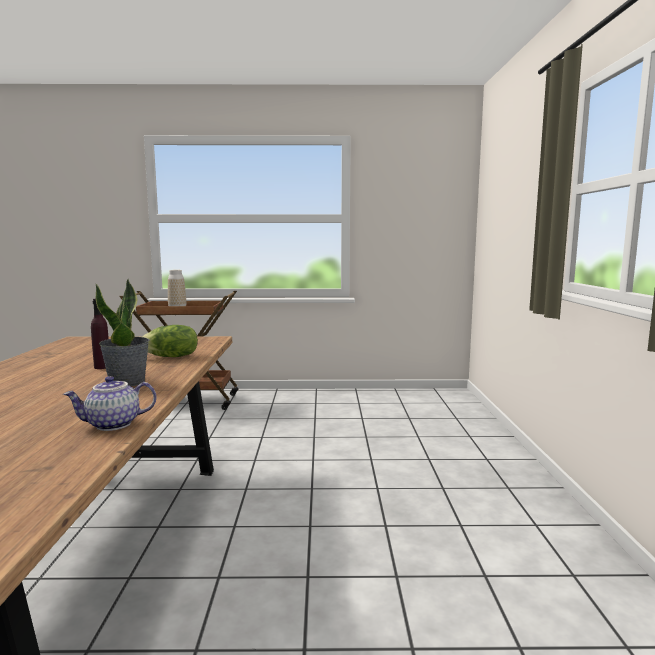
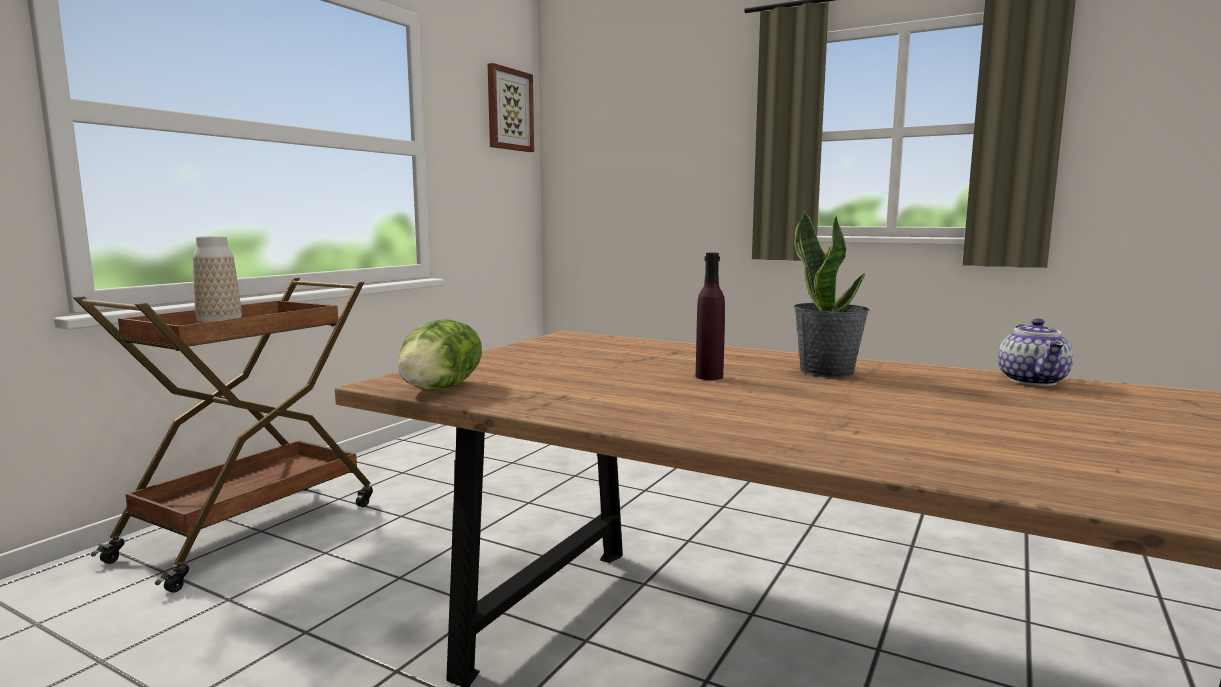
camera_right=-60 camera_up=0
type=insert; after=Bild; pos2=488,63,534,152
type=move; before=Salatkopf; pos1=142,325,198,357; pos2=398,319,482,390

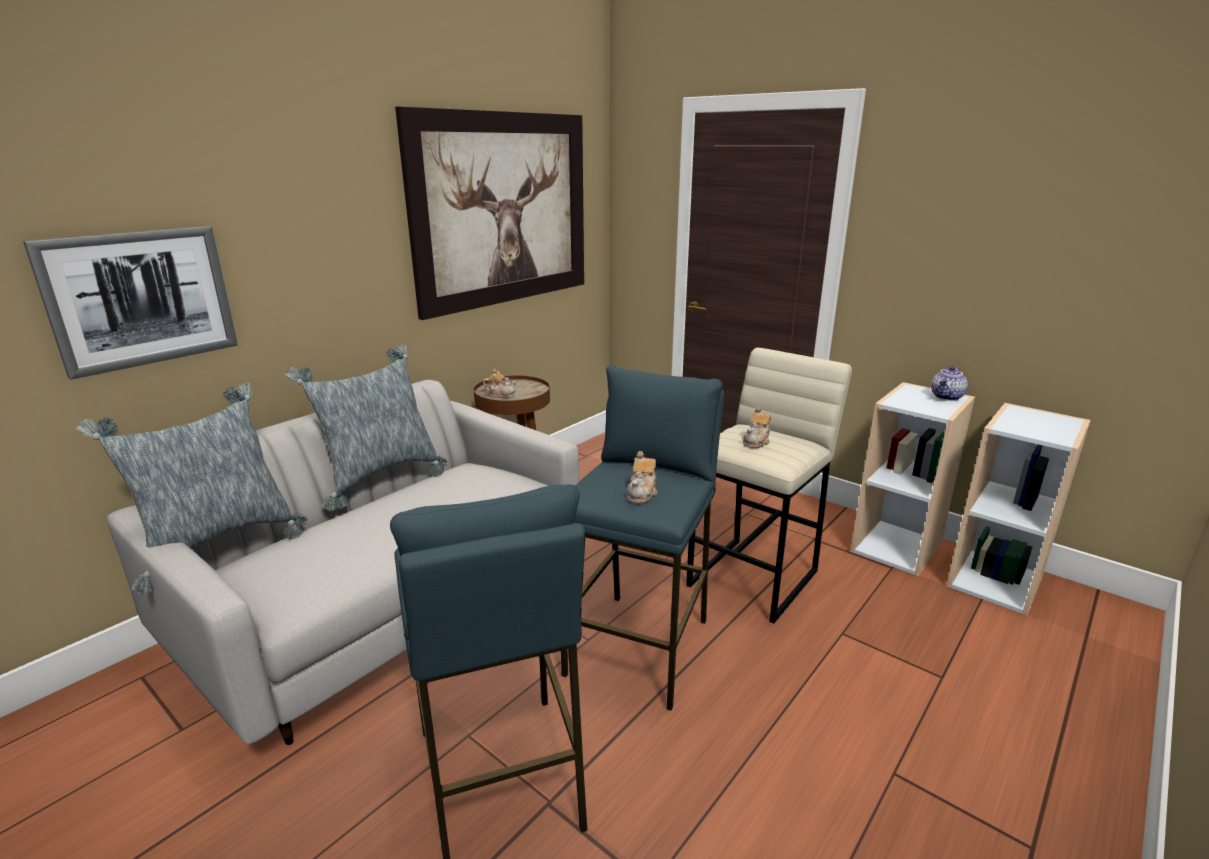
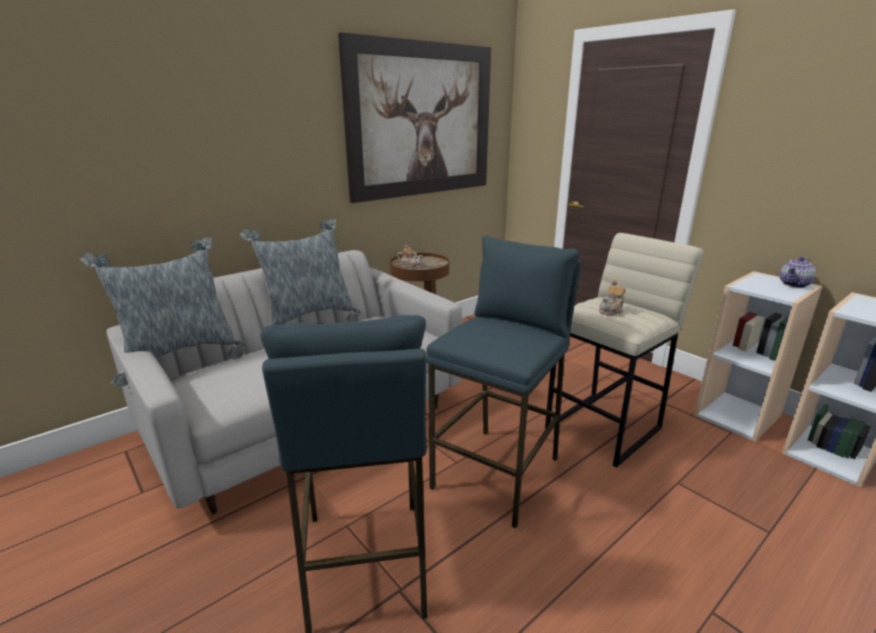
camera_right=10 camera_up=0
type=delete; before=Bild; pos1=23,226,238,380
type=delete; before=Teekanne; pos1=627,451,658,504

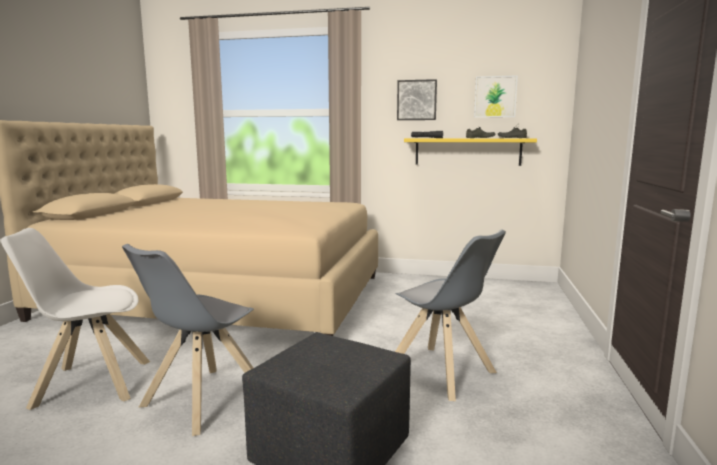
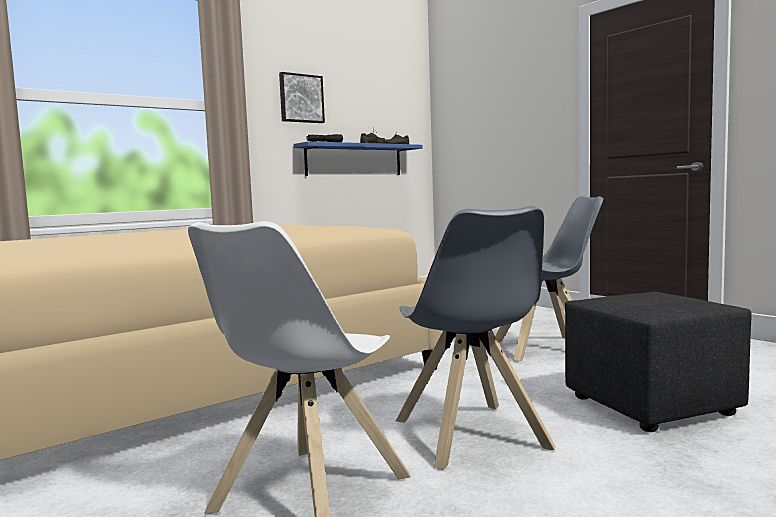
camera_right=-50 camera_up=-5
type=delete; before=Bild; pos1=474,75,518,118
type=recolor; before=Wandregal [gelb]; after=Wandregal [blau]; pos1=404,138,537,166; pos2=293,141,423,176

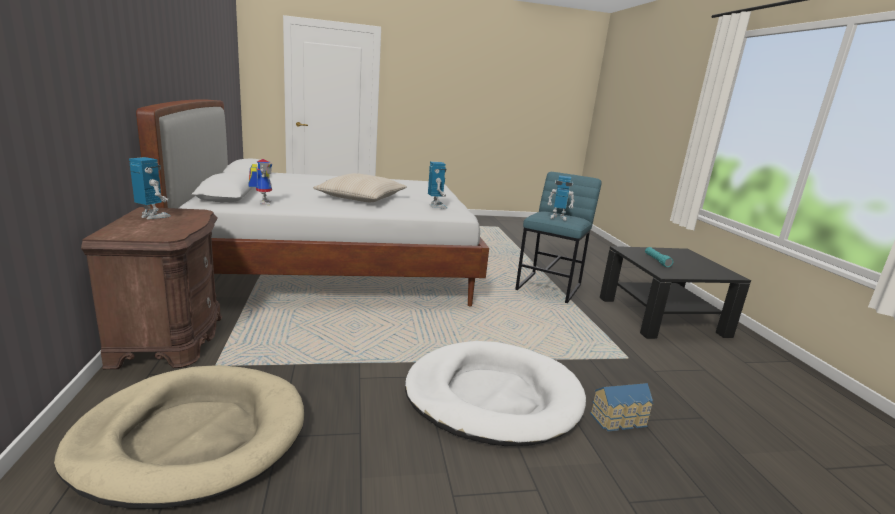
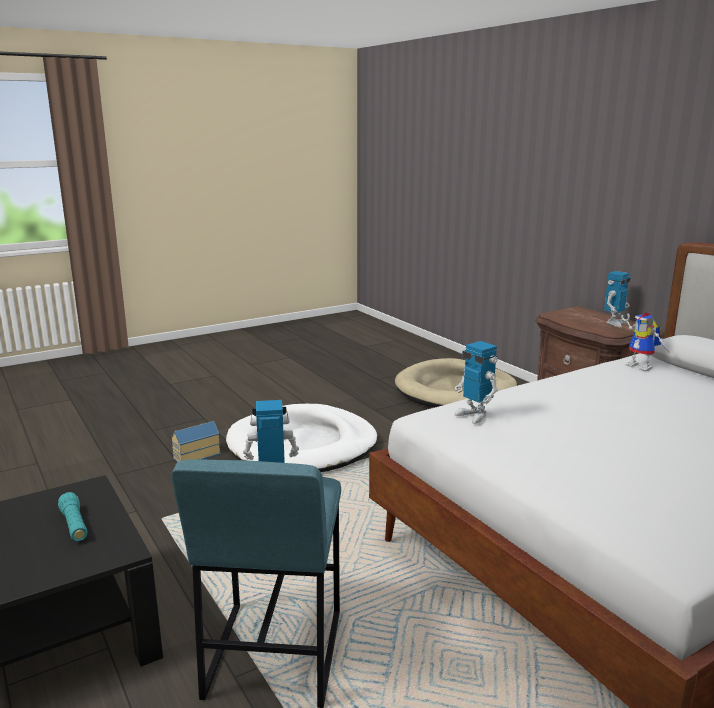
camera_right=160 camera_up=0
type=delete; before=Kissen [beige]; pos1=313,173,407,202
type=rotate; before=Spielzeugroboter; pos1=129,157,171,219; pos2=604,271,630,327; turn=-45

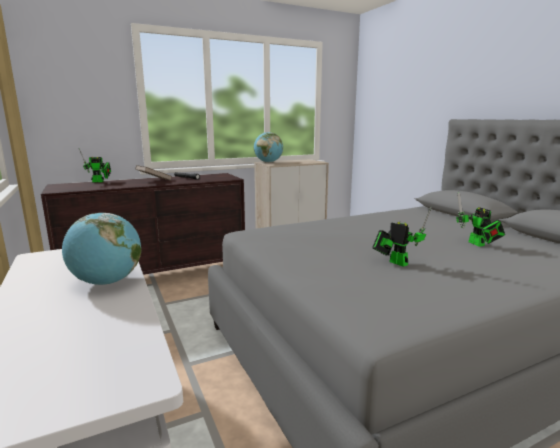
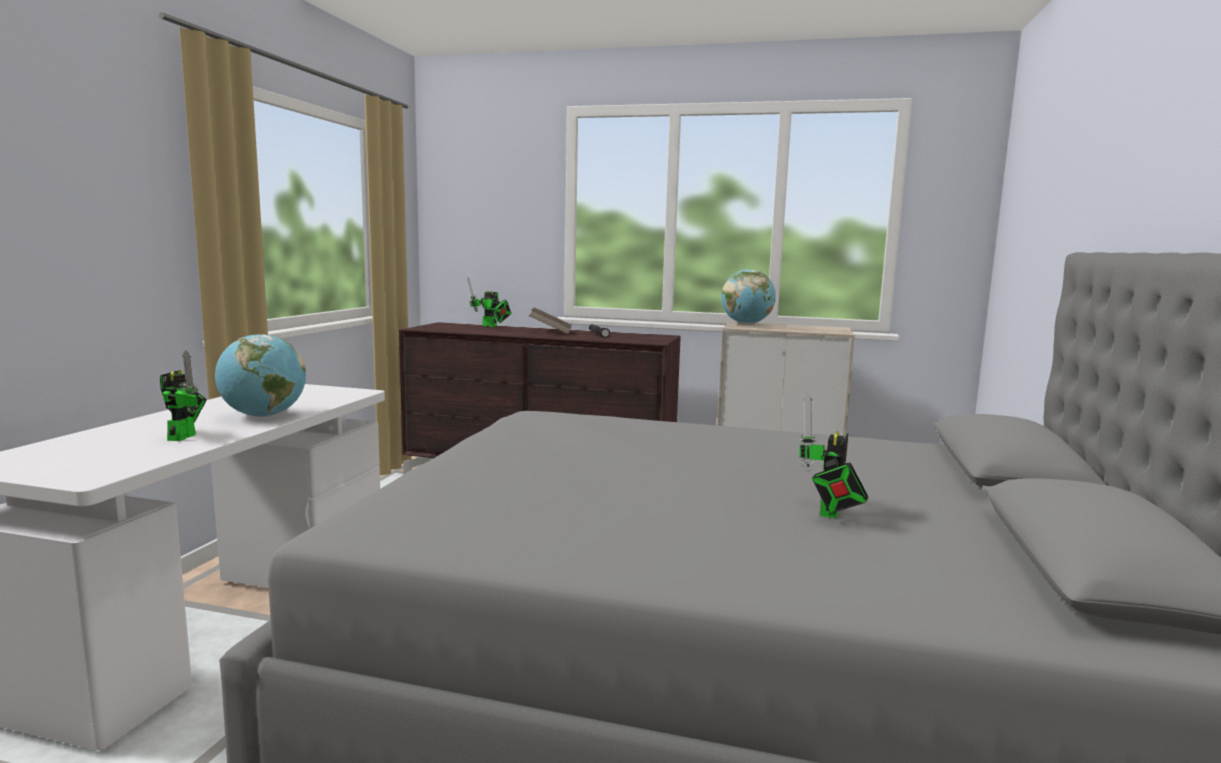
camera_right=40 camera_up=-5
type=move; before=Spielzeugroboter; pos1=372,207,432,267; pos2=160,350,207,441

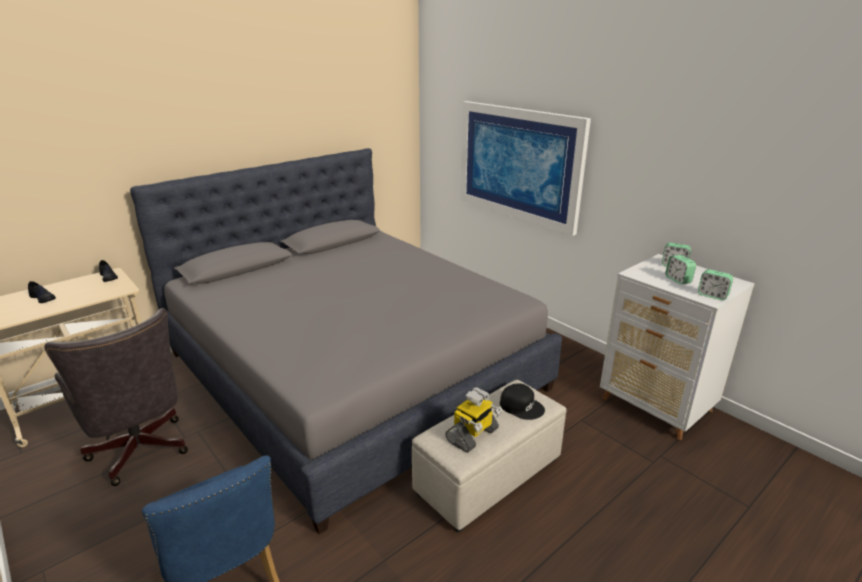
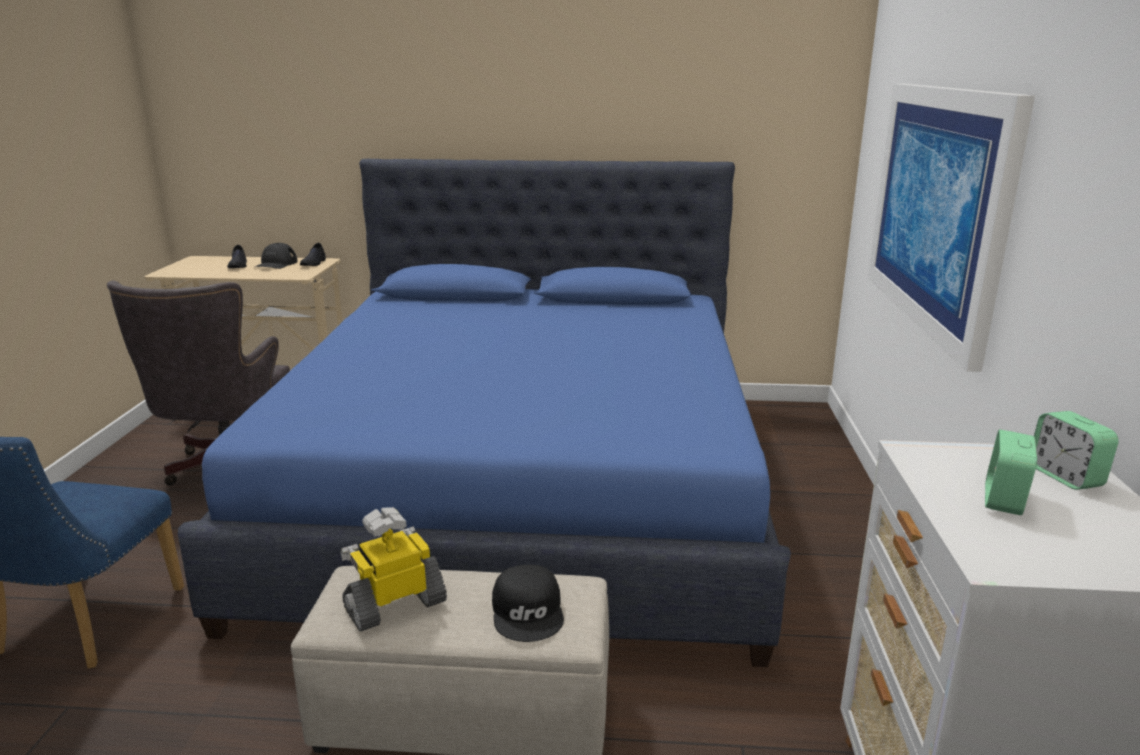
camera_right=45 camera_up=-5
type=delete; before=Wecker; pos1=698,269,733,300
type=insert; after=Kappe [schwarz]; pos2=255,243,298,269
type=recolor; before=Bett [grau]; after=Bett [blau]; pos1=130,148,562,534; pos2=178,159,791,667
type=rotate; before=Spielzeugroboter; pos1=445,387,503,453; pos2=341,507,447,632; turn=150

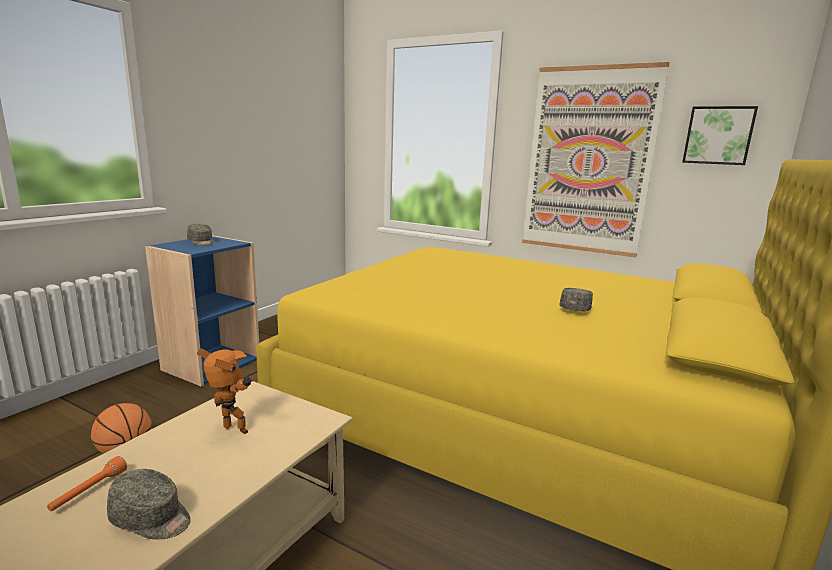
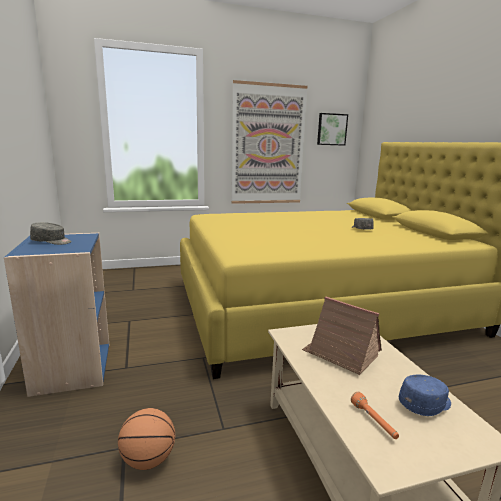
camera_right=-45 camera_up=0
type=replace; before=Spielzeugroboter; after=Spielzeughaus; pos1=197,348,253,434; pos2=302,297,382,375
type=recolor; before=Kappe [grau]; after=Kappe [blau]; pos1=107,469,191,540; pos2=399,375,451,416

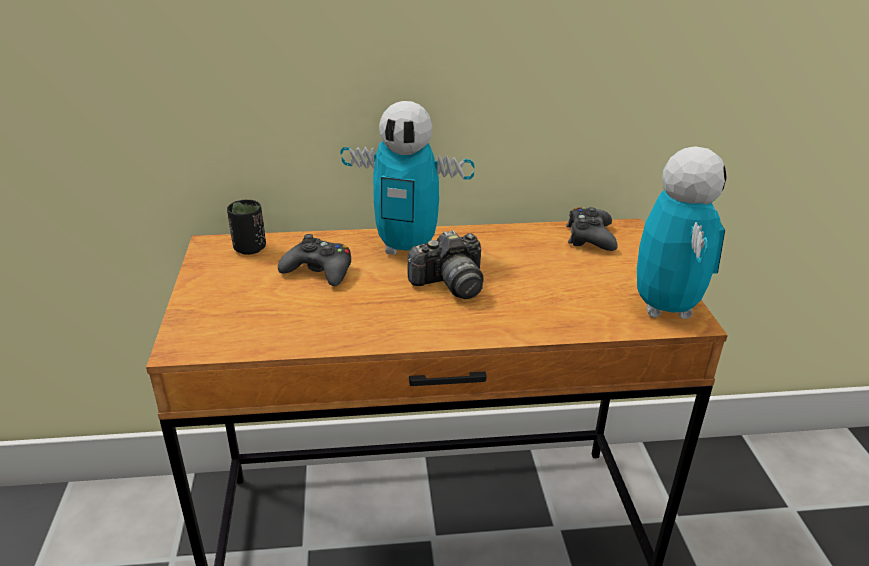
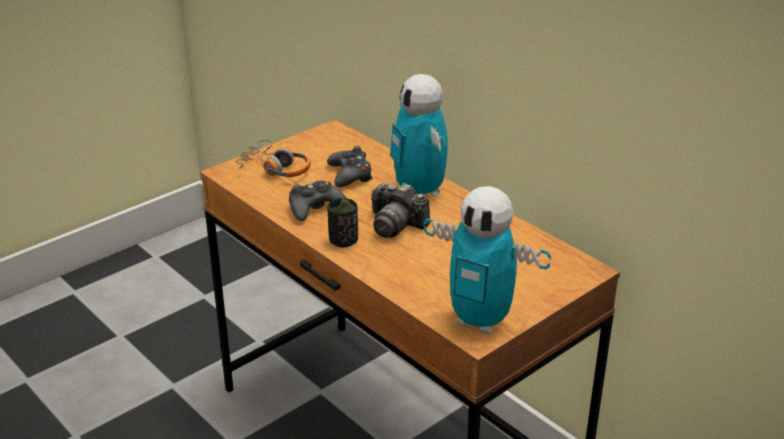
camera_right=55 camera_up=0
type=insert; after=Kopfhörer; pos2=236,140,311,177
type=move; before=Tasse [schwarz]; pos1=227,200,266,255; pos2=327,198,358,247
type=move; before=Gamepad [schwarz]; pos1=566,207,618,251; pos2=289,180,346,221
type=rotate; before=Spielzeugroboter; pos1=637,146,727,319; pos2=423,186,551,335; turn=60

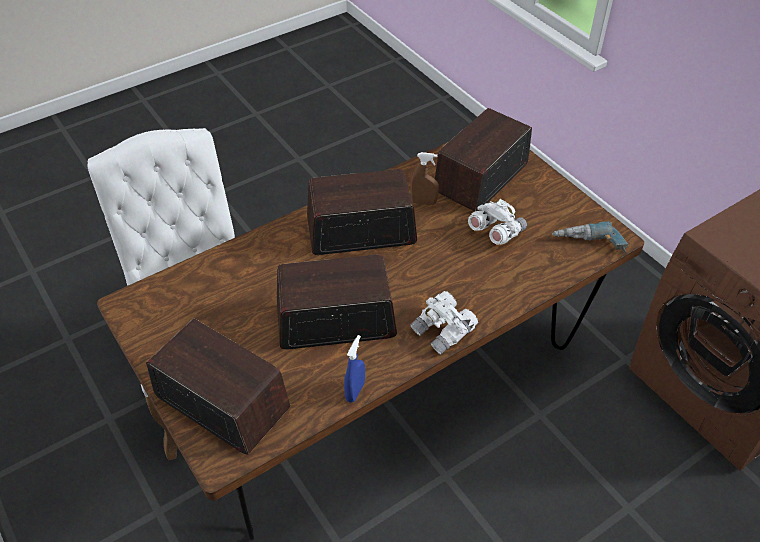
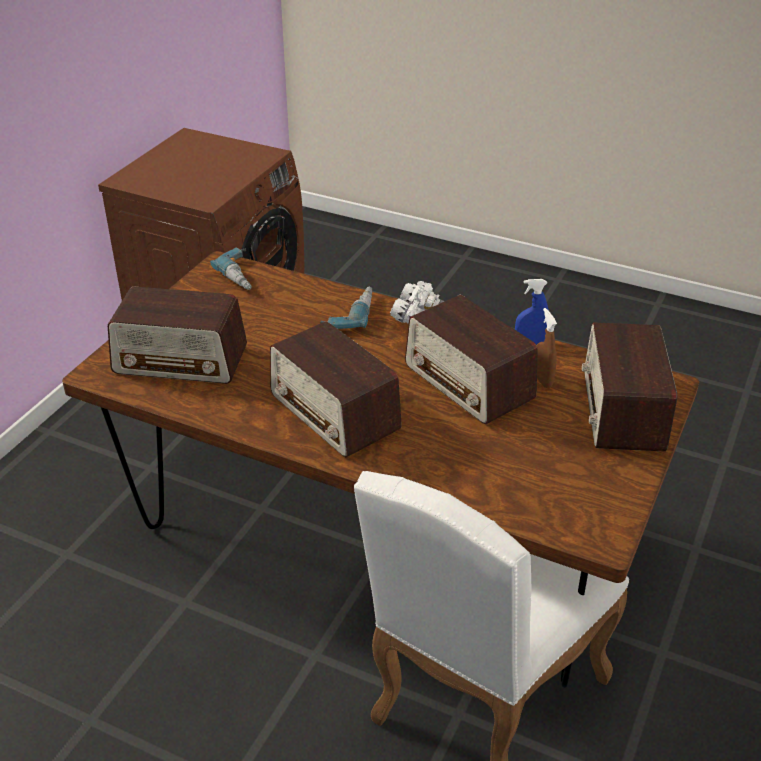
camera_right=-120 camera_up=-10
type=delete; before=Fernglas [weiß]; pos1=468,199,527,245
type=insert; after=Bohrmaschine; pos2=320,287,372,329
type=move; before=Sprühflasche [braun]; pos1=410,152,439,205; pos2=536,308,557,388

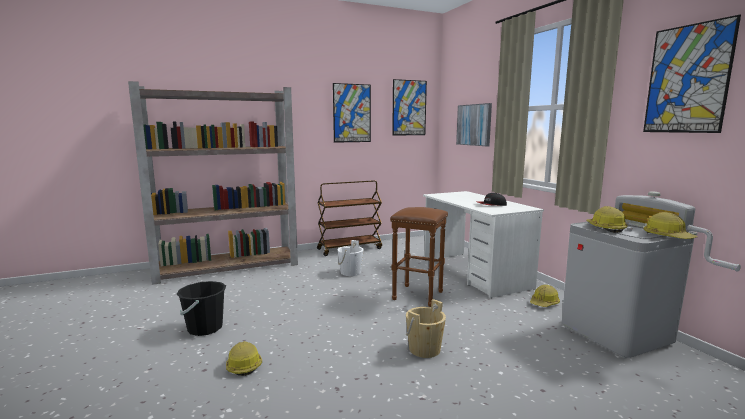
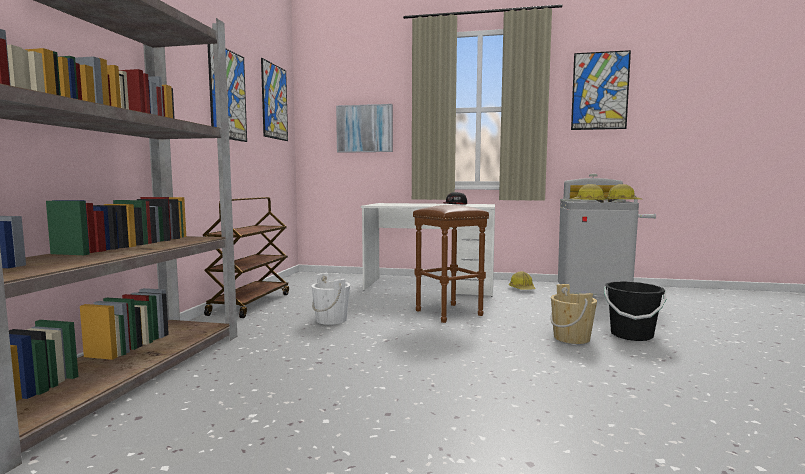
camera_right=-55 camera_up=-5
type=delete; before=Schutzhelm; pos1=226,341,262,376
type=move; before=Eimer [schwarz]; pos1=177,281,226,336; pos2=604,281,667,341

